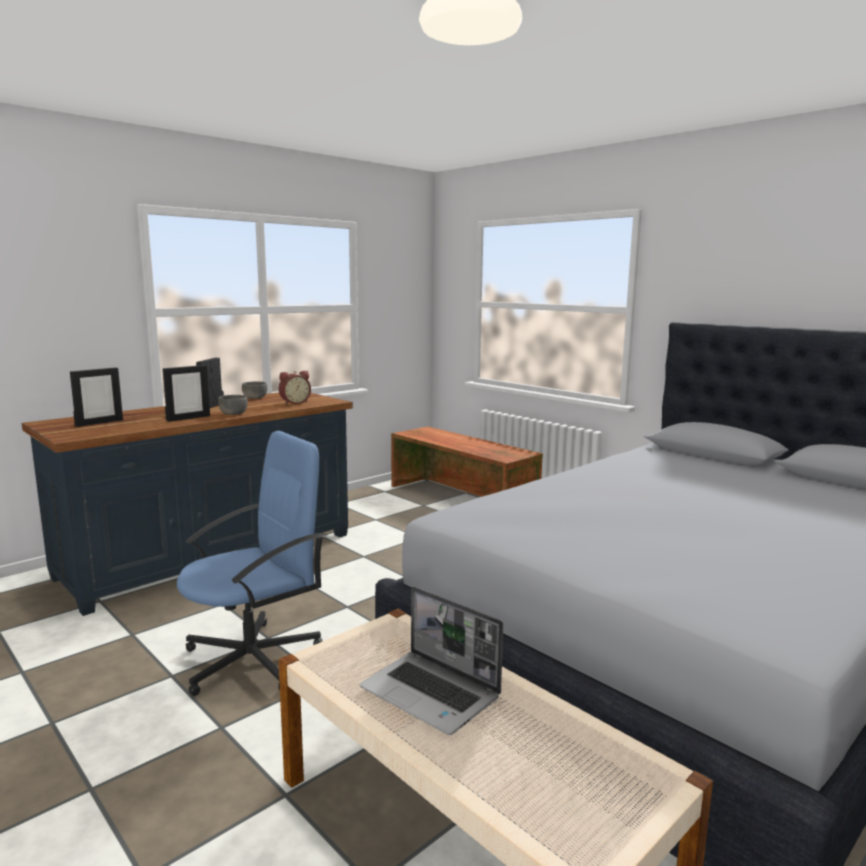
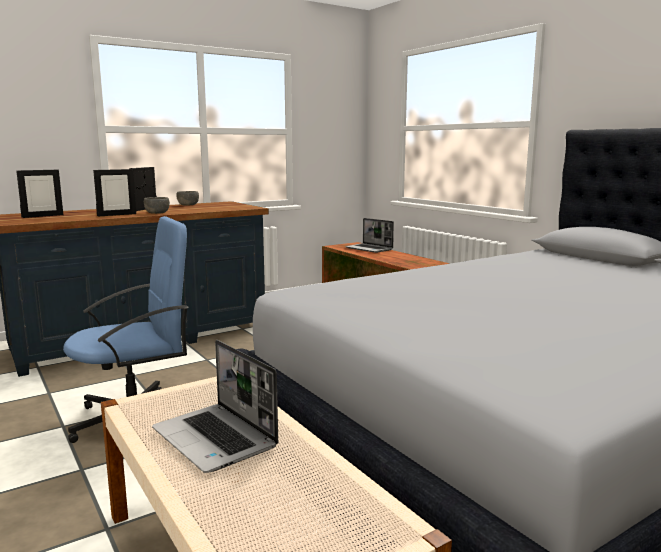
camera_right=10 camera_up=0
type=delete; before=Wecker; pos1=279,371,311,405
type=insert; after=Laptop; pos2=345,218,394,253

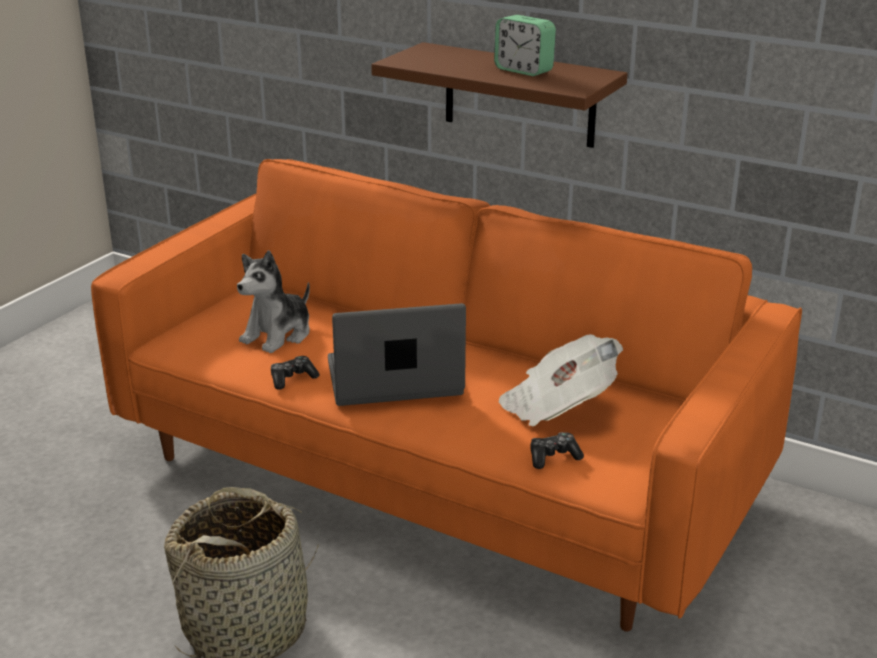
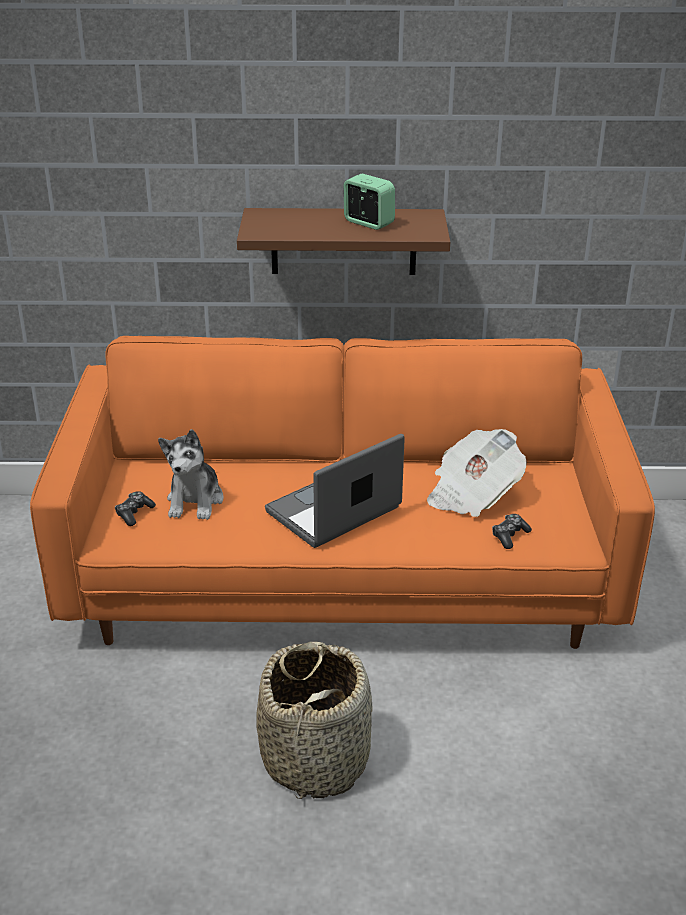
camera_right=-30 camera_up=5
type=move; before=Gamepad; pos1=271,356,320,390; pos2=115,491,156,526
type=rotate; before=Wecker; pos1=494,15,556,76; pos2=344,174,395,230; turn=-150

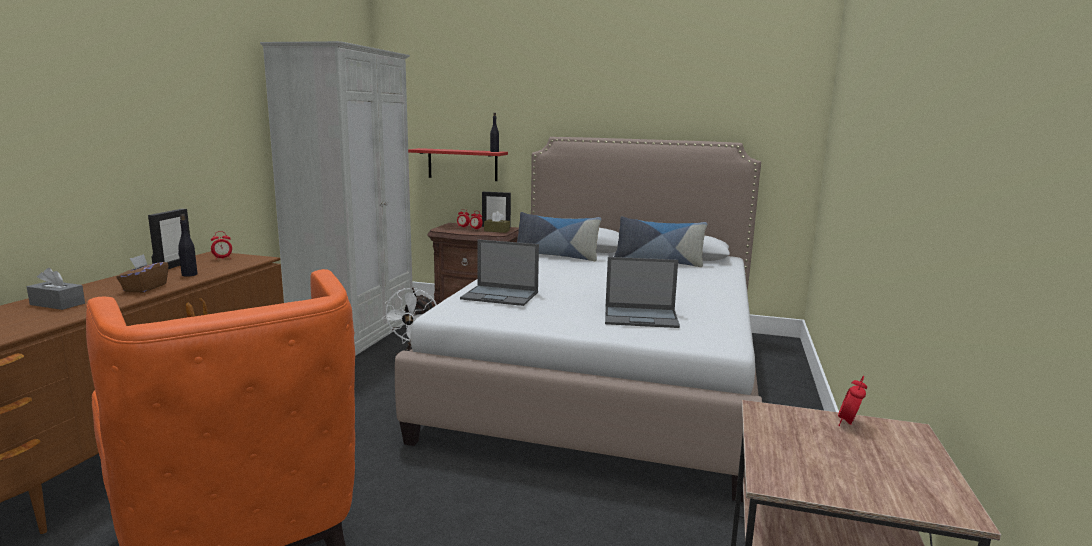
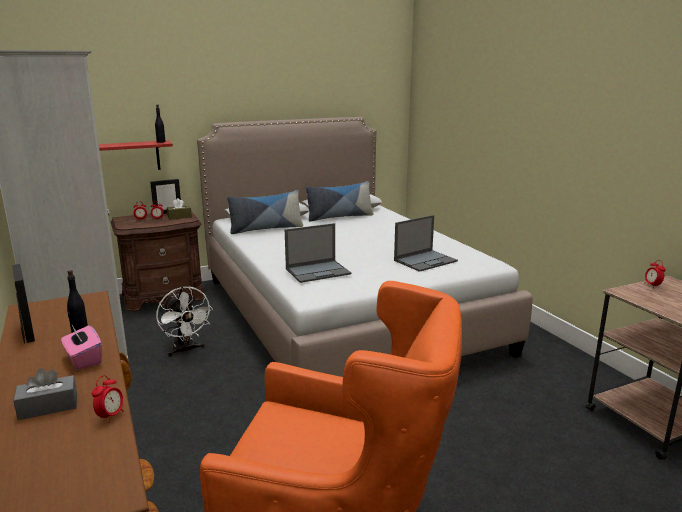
camera_right=-40 camera_up=5
type=move; before=Wecker; pos1=211,231,232,260; pos2=92,375,124,423
type=recolor; before=Taschentuchbox [braun]; after=Taschentuchbox [rosa]; pos1=116,254,169,293; pos2=61,325,102,370

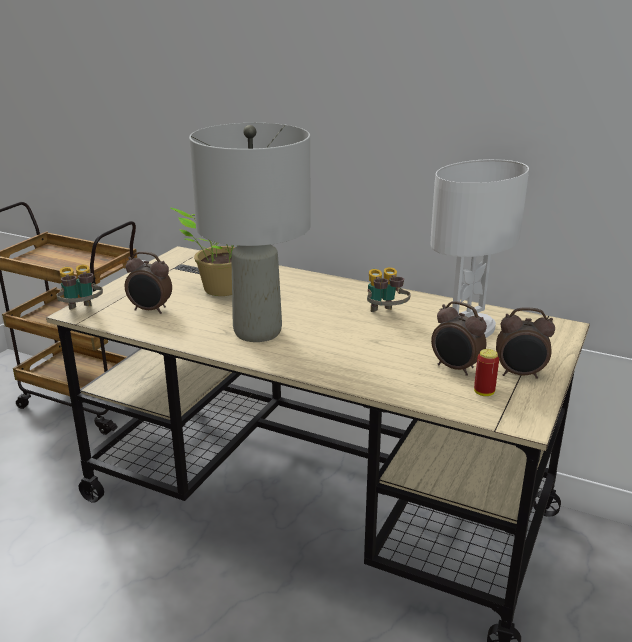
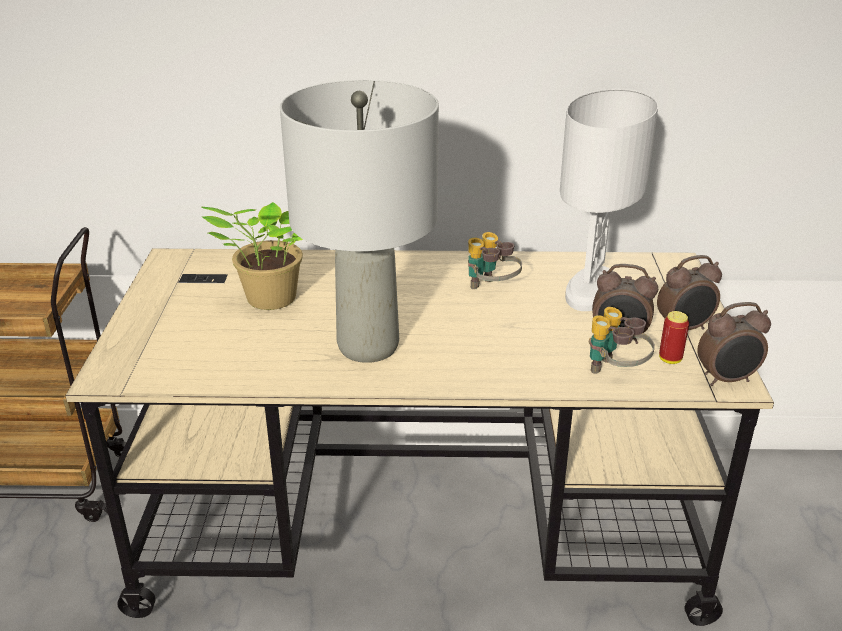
camera_right=-25 camera_up=5
type=move; before=Fernglas; pos1=57,264,103,310; pos2=589,307,655,374
type=move; before=Wecker; pos1=125,251,172,314; pos2=697,302,771,386

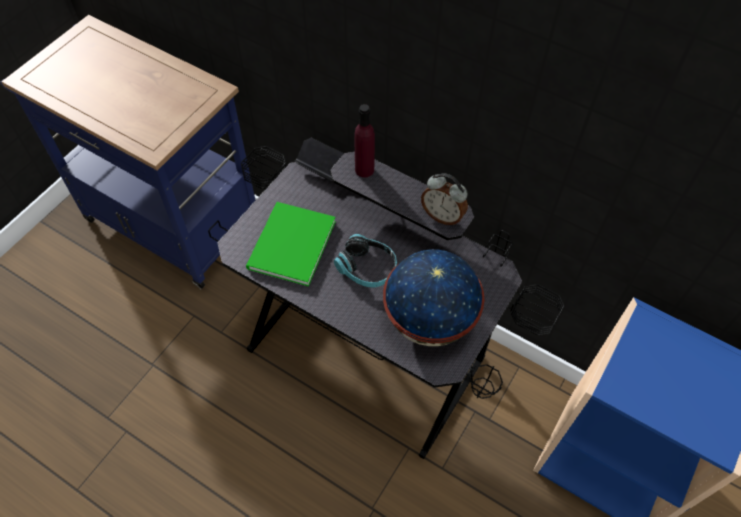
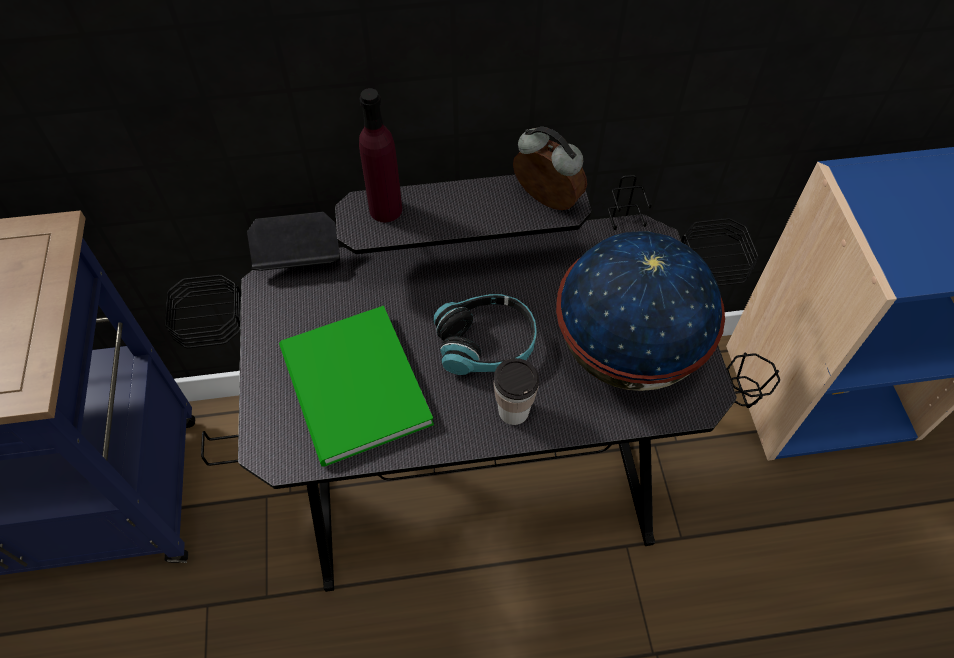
camera_right=-40 camera_up=0
type=insert; after=Tasse; pos2=494,358,539,425
type=rotate; before=Wecker; pos1=421,173,468,225; pos2=513,127,587,210; turn=-135

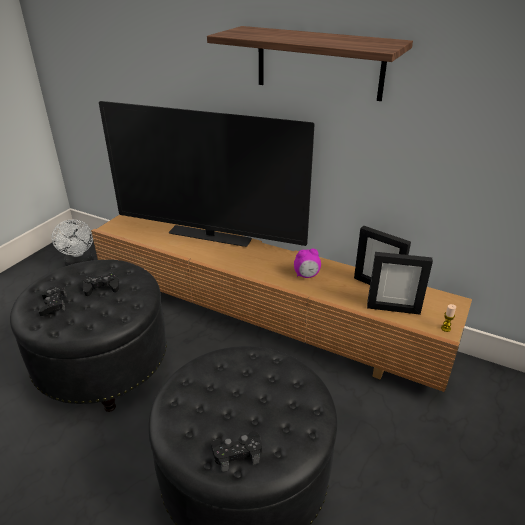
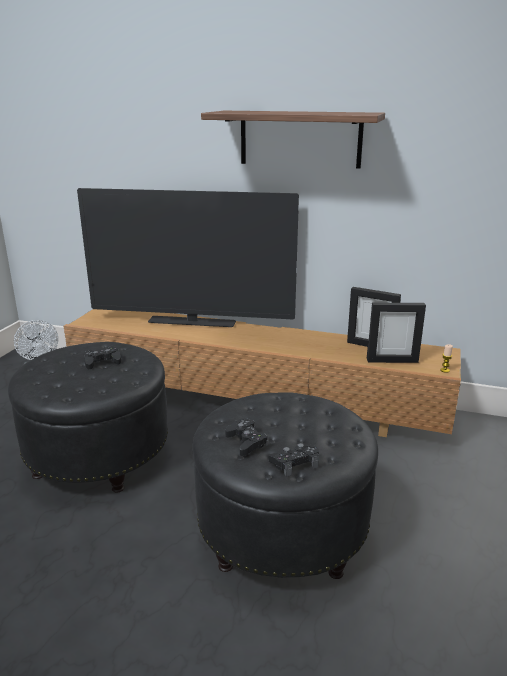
camera_right=-10 camera_up=-10
type=delete; before=Wecker; pos1=294,248,321,278
type=move; before=Gamepad [schwarz]; pos1=39,286,67,316; pos2=226,418,268,456

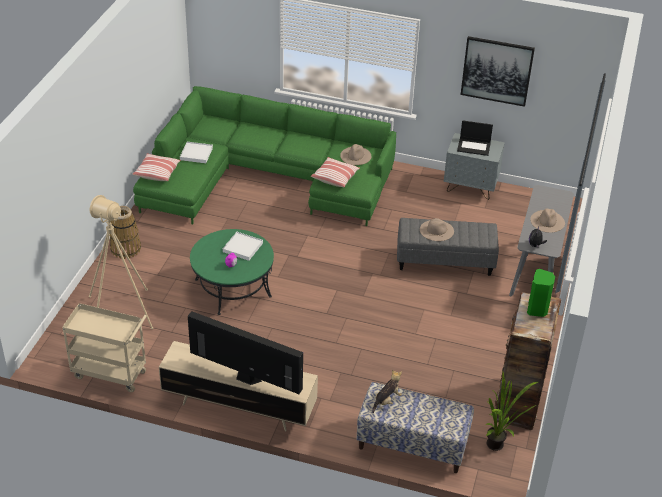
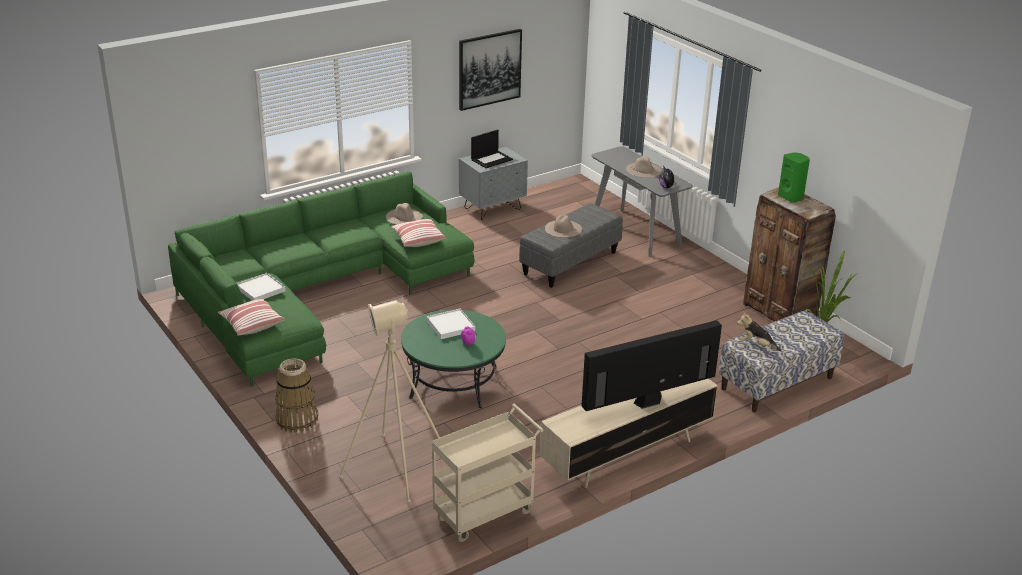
camera_right=-50 camera_up=-10
type=rotate; before=Plüschtier; pos1=372,370,402,413; pos2=737,311,781,351; turn=-60

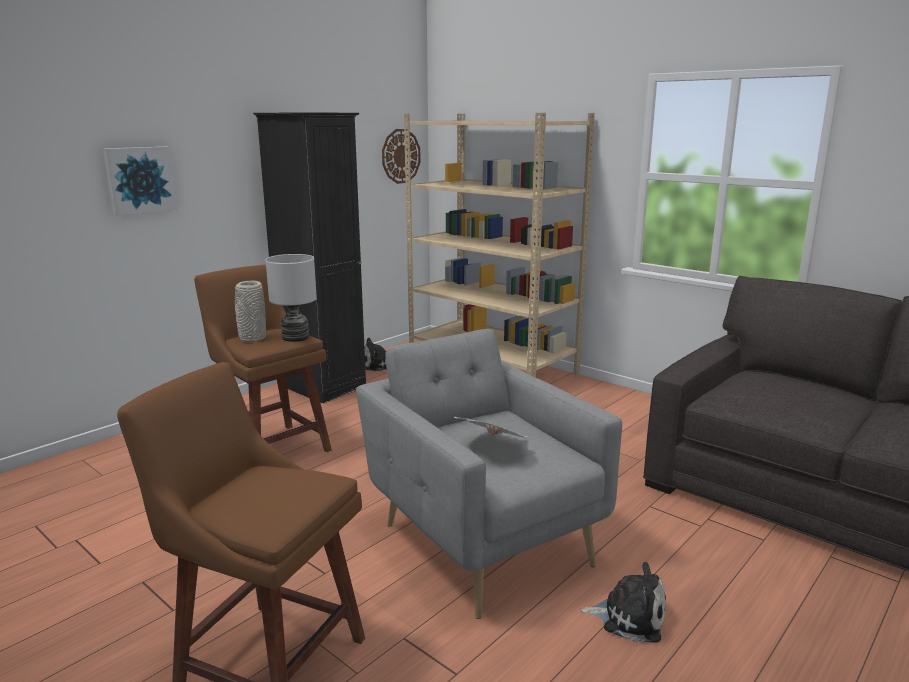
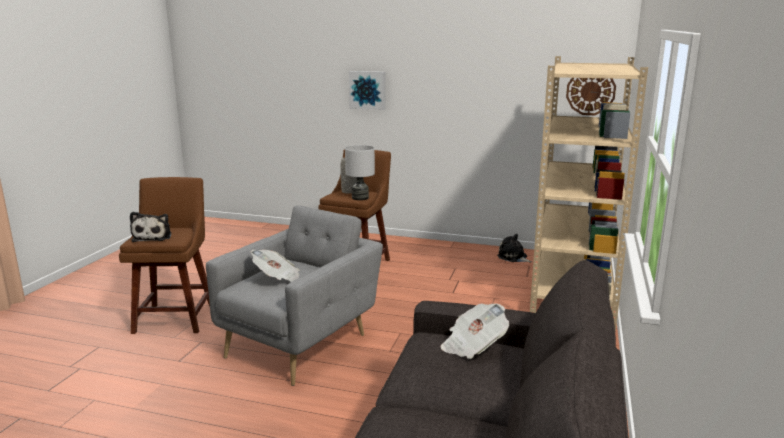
camera_right=65 camera_up=0
type=delete; before=Schrank [schwarz]; pos1=253,112,366,403
type=insert; after=Zeitung; pos2=440,304,509,359
type=move; before=Plüschtier; pos1=580,562,666,643; pos2=130,212,172,242

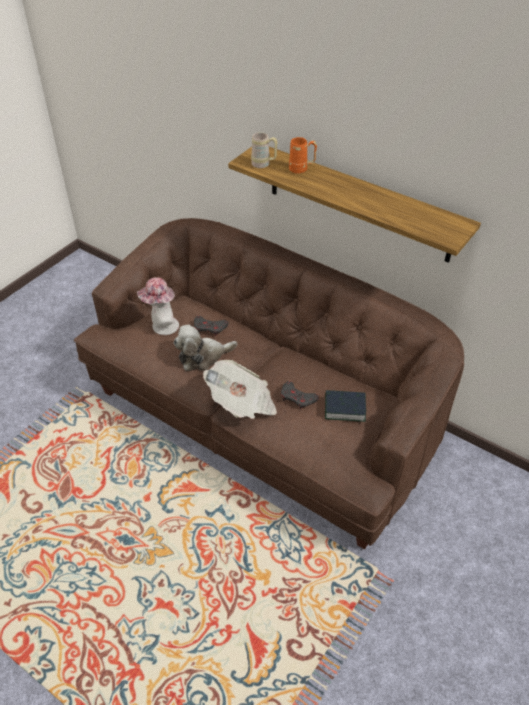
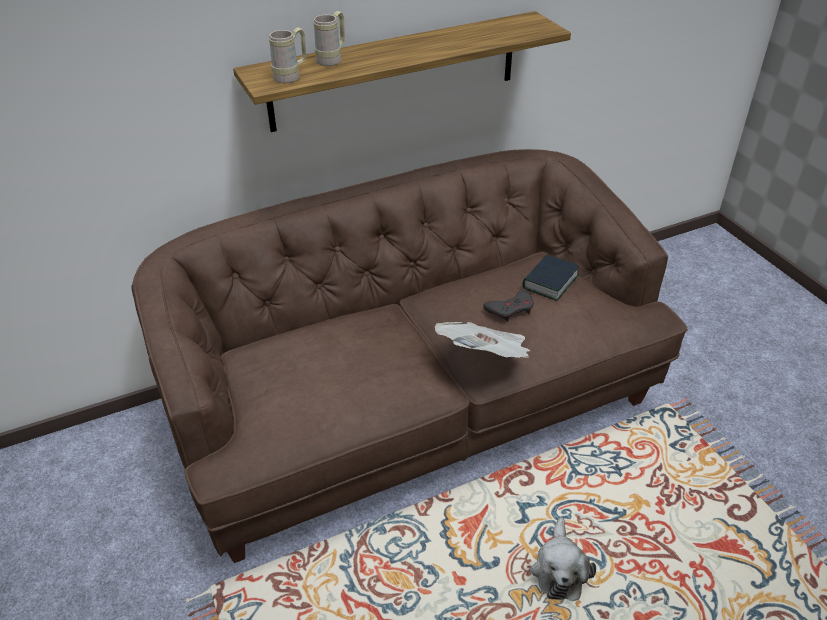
camera_right=-60 camera_up=-5
type=delete; before=Hut; pos1=137,277,179,335
type=delete; before=Gamepad [grau]; pos1=194,316,229,336
type=move; before=Plüschtier; pos1=174,325,237,371; pos2=530,518,596,601
type=recolor; before=Henkelbecher [orange]; after=Henkelbecher [beige]; pos1=289,137,317,174; pos2=314,11,345,66

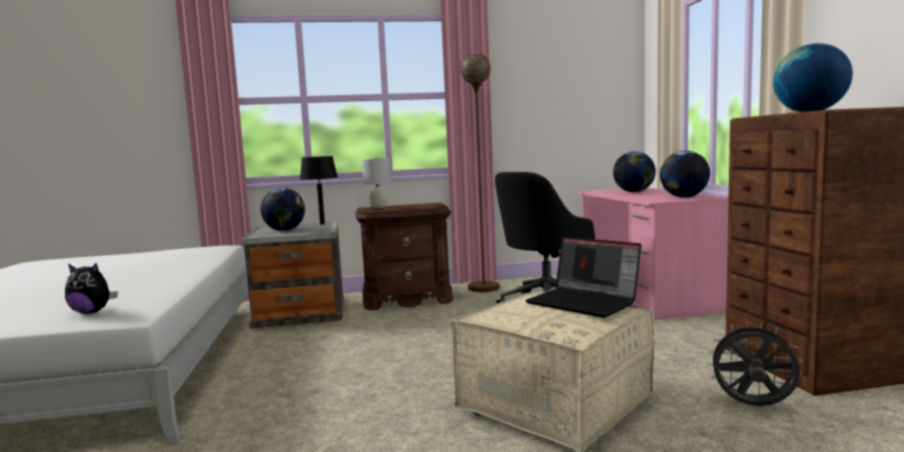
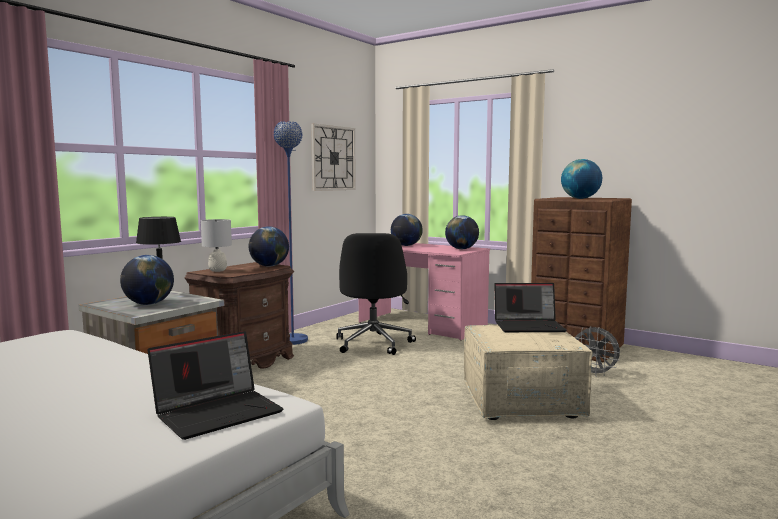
camera_right=-45 camera_up=0
type=insert; after=Globus; pos2=249,226,289,267
type=insert; after=Wanduhr; pos2=311,123,356,191
type=replace; before=Plüschtier; after=Laptop; pos1=65,263,118,314; pos2=148,331,284,440
type=recolor; before=Stehlampe [braun]; after=Stehlampe [blau]; pos1=460,54,500,292; pos2=274,121,308,345
type=rotate; before=Ventilator [grau]; pos1=707,322,803,406; pos2=574,326,620,377; turn=-120

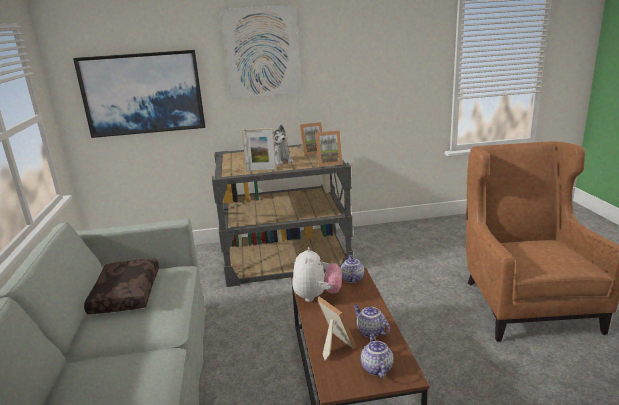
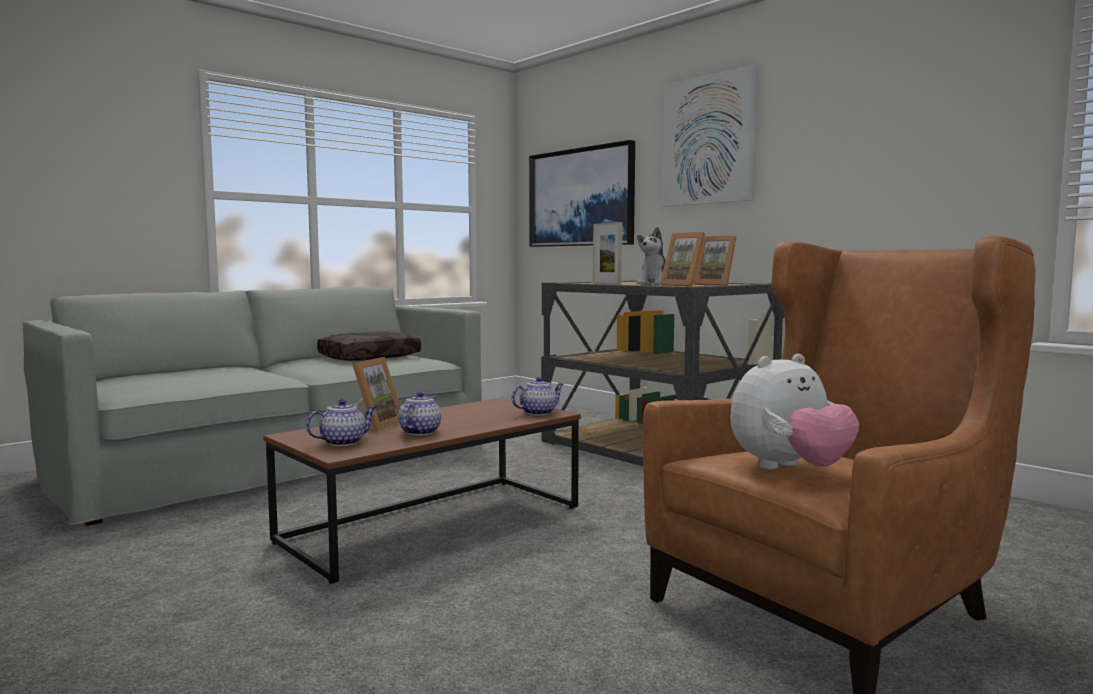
camera_right=55 camera_up=-15
type=move; before=Plüschtier; pos1=292,247,342,302; pos2=730,354,859,470

